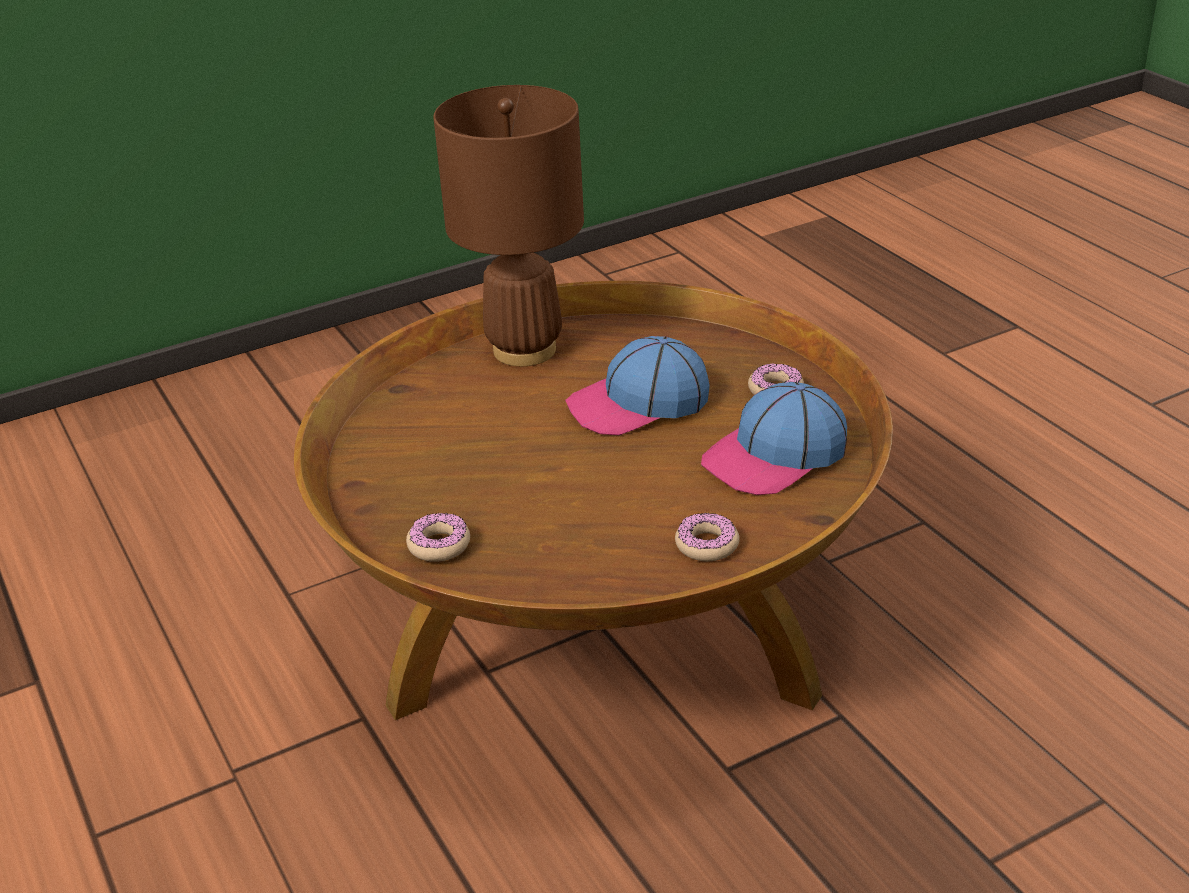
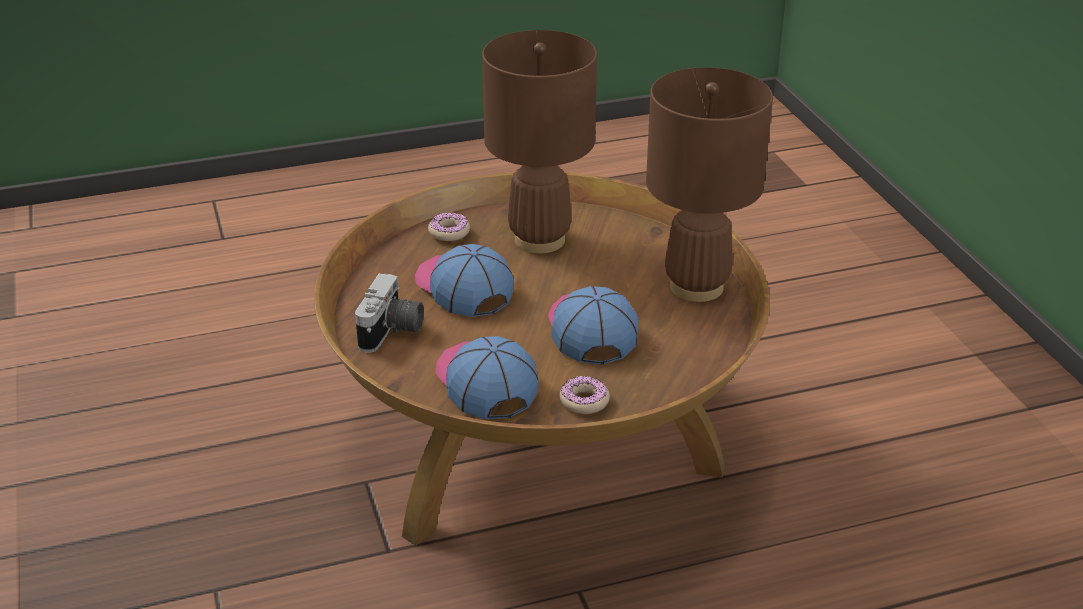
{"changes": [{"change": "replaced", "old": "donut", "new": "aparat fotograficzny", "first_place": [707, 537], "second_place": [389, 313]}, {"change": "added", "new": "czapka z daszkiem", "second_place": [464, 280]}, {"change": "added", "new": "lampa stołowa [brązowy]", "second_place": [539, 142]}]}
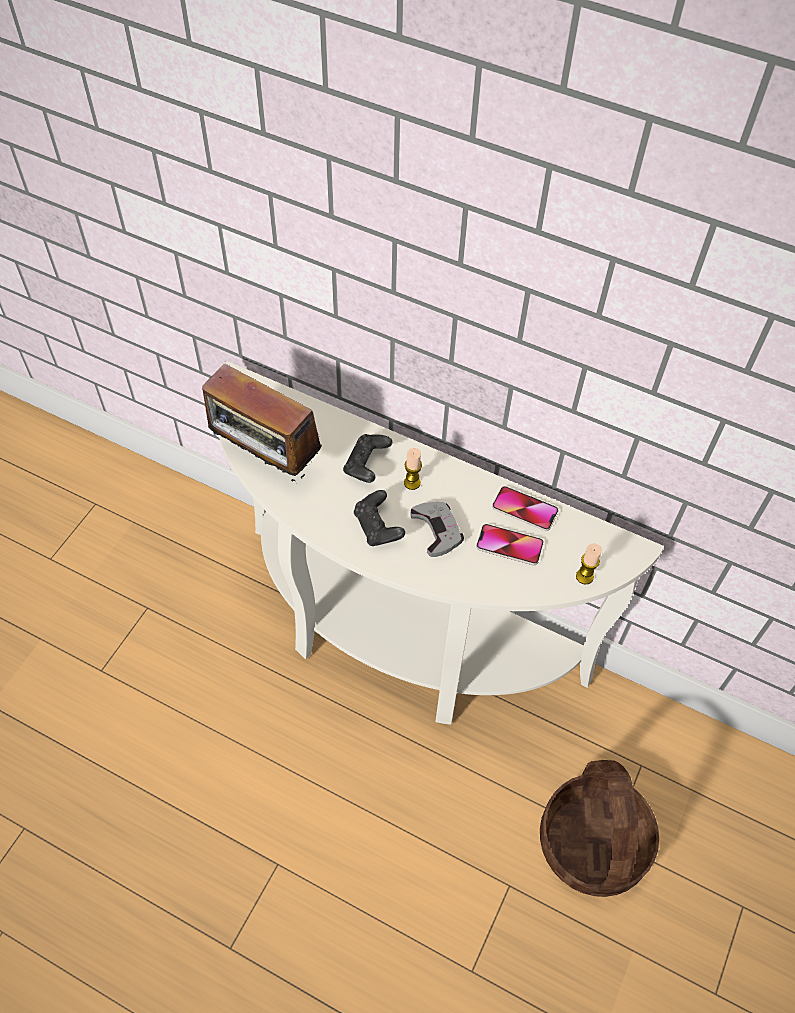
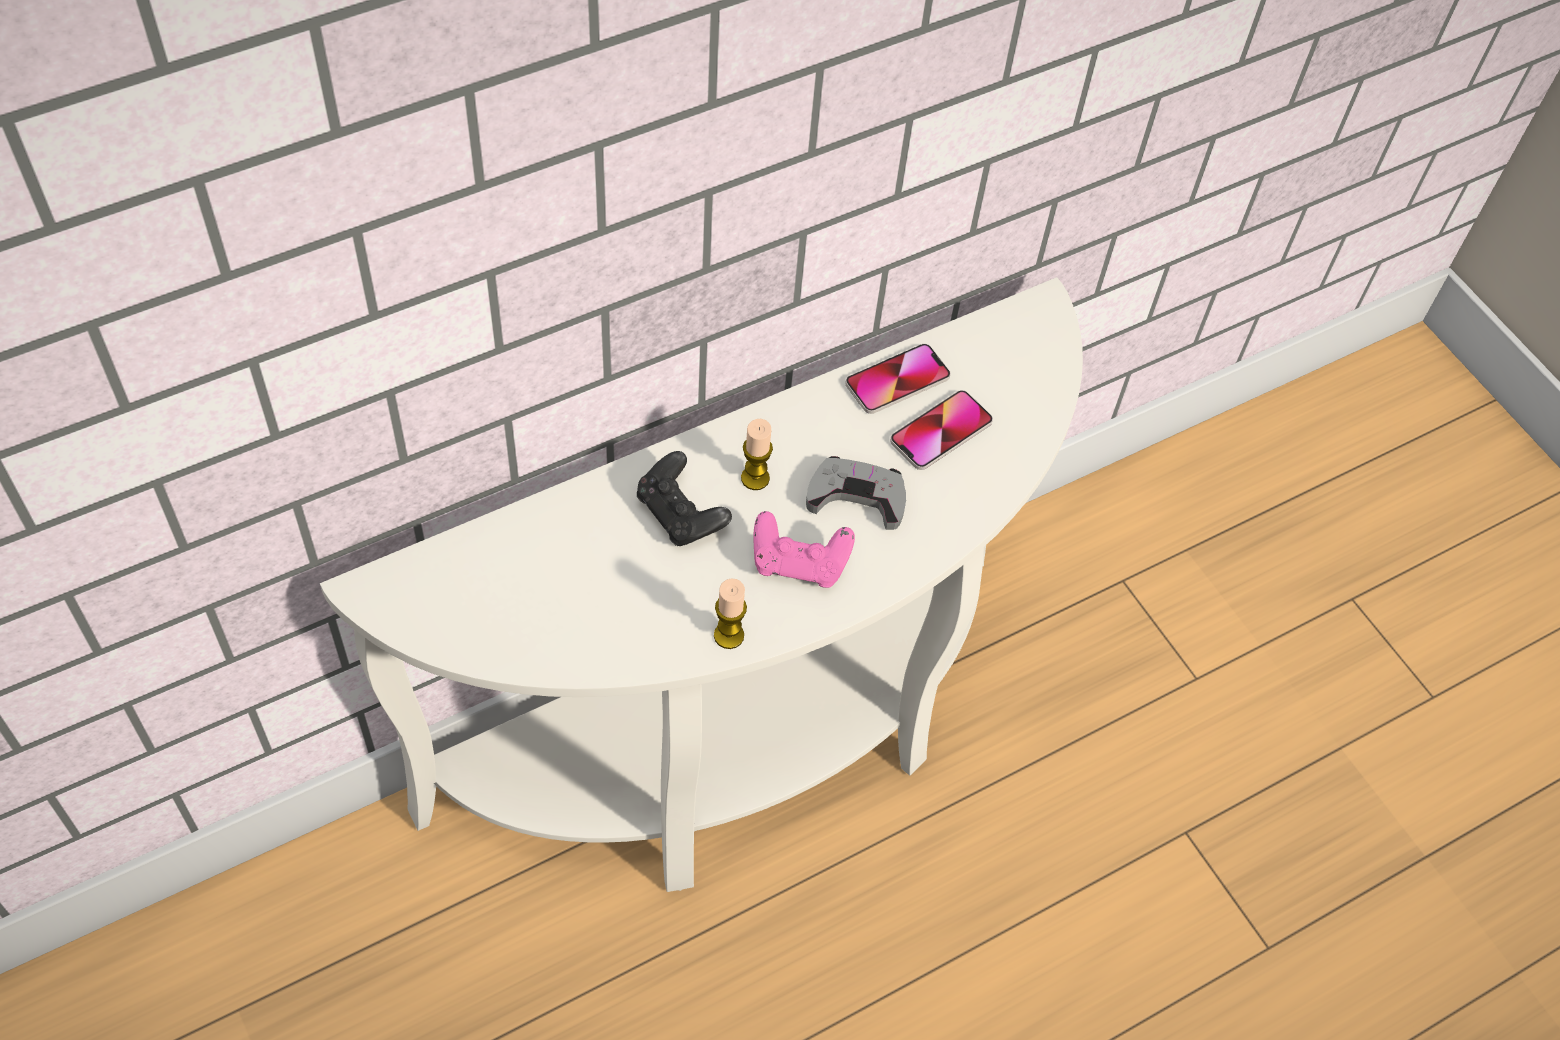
{"changes": [{"change": "moved", "old": "świeca", "first_place": [589, 563], "second_place": [730, 613]}, {"change": "recoloured", "old": "pad do gier [czarny]", "new": "pad do gier [różowy]", "first_place": [379, 518], "second_place": [804, 549]}, {"change": "removed", "old": "radio", "first_place": [262, 420]}, {"change": "removed", "old": "koszyk", "first_place": [599, 828]}]}
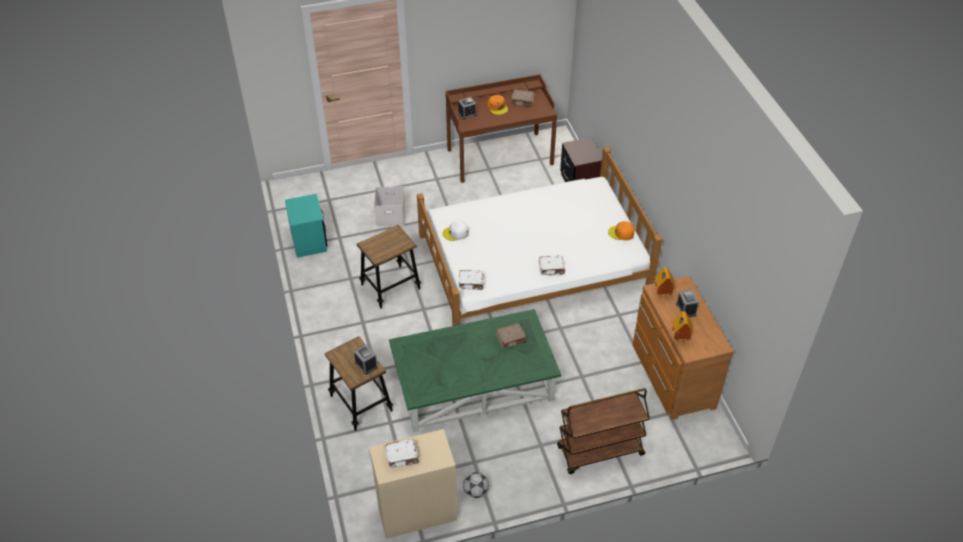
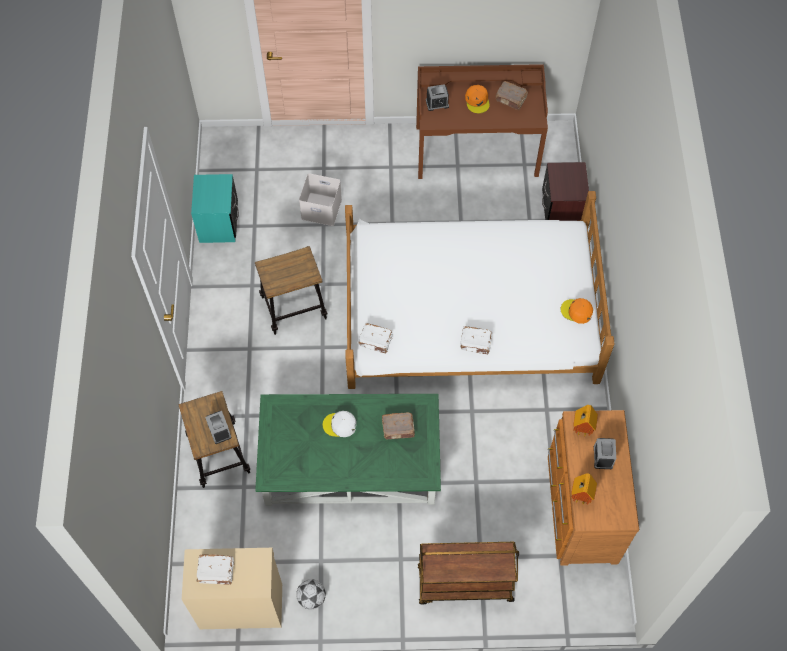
{"changes": [{"change": "moved", "old": "czapka z daszkiem [biały]", "first_place": [456, 231], "second_place": [339, 424]}]}
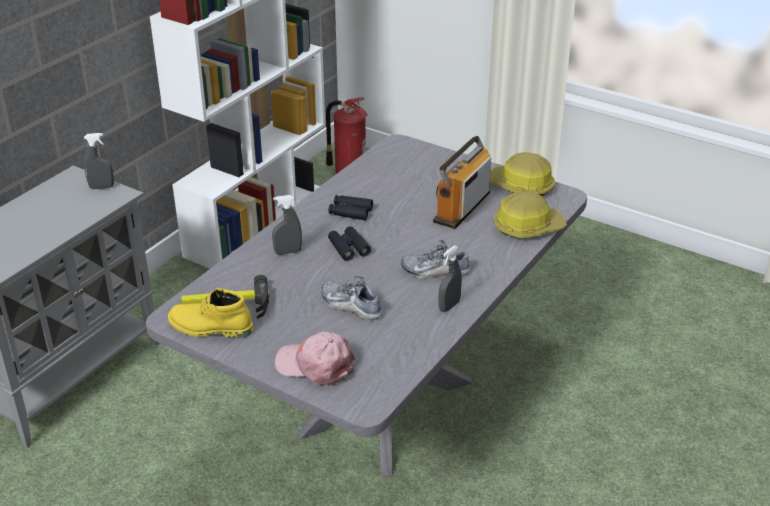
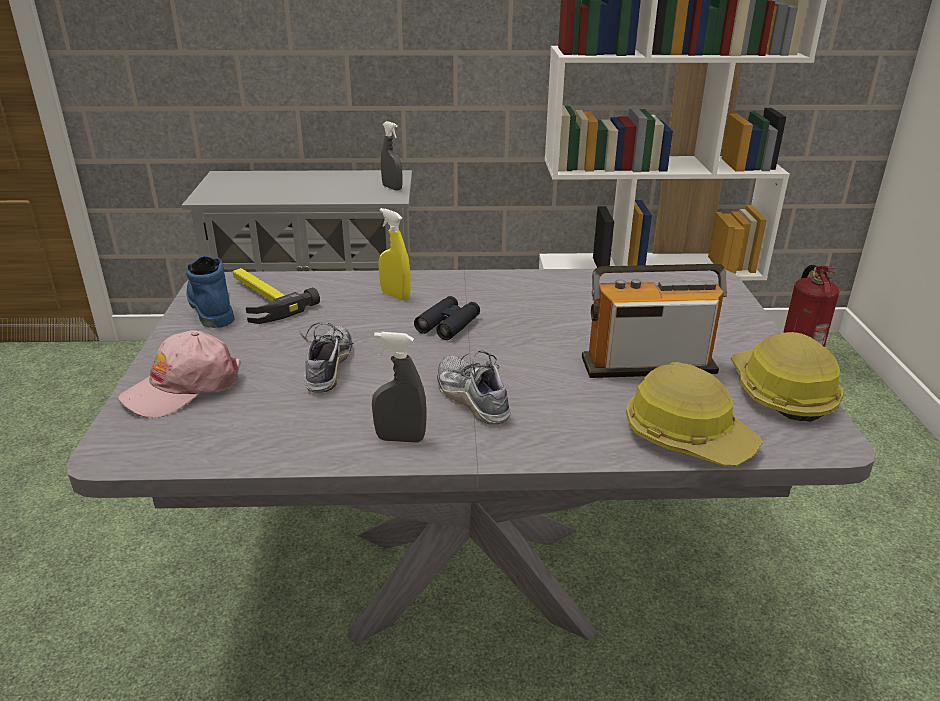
{"changes": [{"change": "turned", "old": "czapka z daszkiem [różowy]", "first_place": [315, 359], "second_place": [179, 374], "degrees": -120}, {"change": "recoloured", "old": "but z cholewką [żółty]", "new": "but z cholewką [niebieski]", "first_place": [210, 313], "second_place": [210, 292]}, {"change": "recoloured", "old": "spryskiwacz [szary]", "new": "spryskiwacz [żółty]", "first_place": [287, 225], "second_place": [395, 254]}, {"change": "removed", "old": "lornetka [czarny]", "first_place": [350, 207]}]}
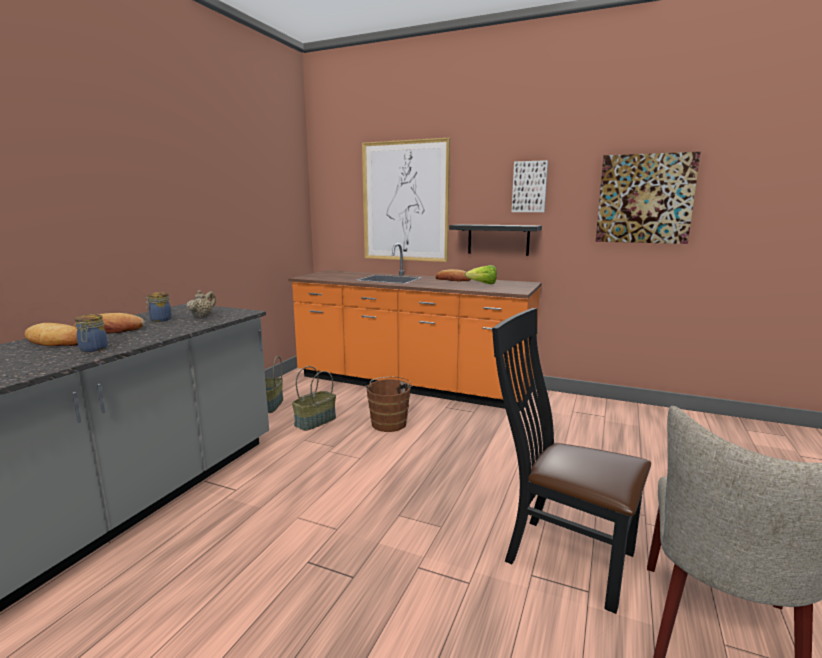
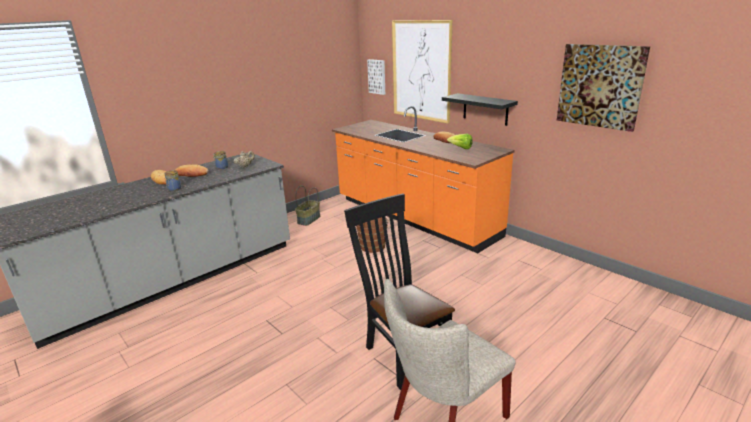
{"changes": [{"change": "moved", "old": "obraz", "first_place": [530, 186], "second_place": [376, 77]}, {"change": "removed", "old": "koszyk", "first_place": [314, 398]}]}
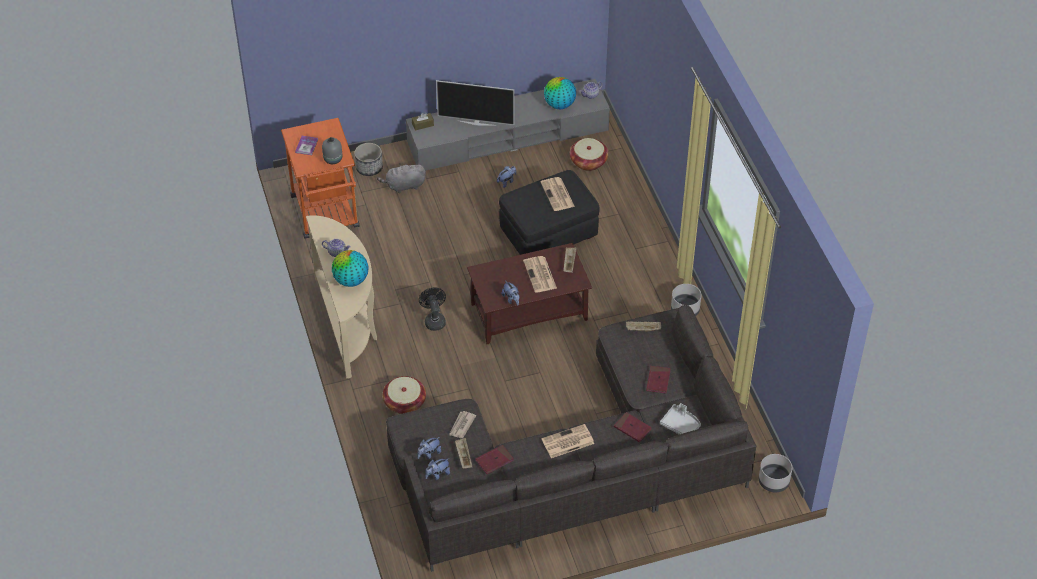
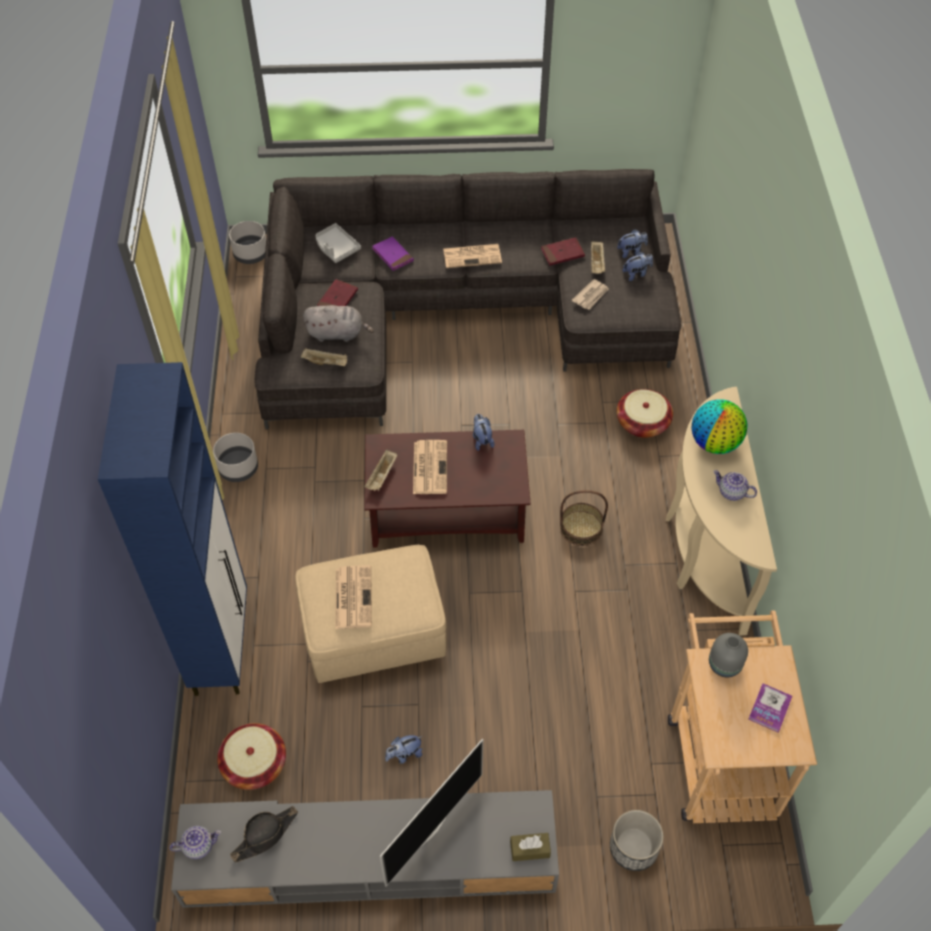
{"changes": [{"change": "added", "new": "szafka [niebieski]", "second_place": [172, 529]}, {"change": "replaced", "old": "globus", "new": "kapelusz [czarny]", "first_place": [560, 93], "second_place": [264, 834]}, {"change": "recoloured", "old": "pufa [czarny]", "new": "pufa [beżowy]", "first_place": [549, 212], "second_place": [371, 614]}, {"change": "moved", "old": "pluszak [szary]", "first_place": [401, 178], "second_place": [338, 323]}, {"change": "recoloured", "old": "książka [czerwony]", "new": "książka [fioletowy]", "first_place": [633, 427], "second_place": [393, 254]}, {"change": "turned", "old": "telewizor", "first_place": [475, 103], "second_place": [431, 812], "degrees": 105}, {"change": "replaced", "old": "wentylator [czarny]", "new": "koszyk", "first_place": [432, 309], "second_place": [584, 518]}, {"change": "recoloured", "old": "wózek [pomarańczowy]", "new": "wózek [beżowy]", "first_place": [320, 178], "second_place": [742, 716]}]}
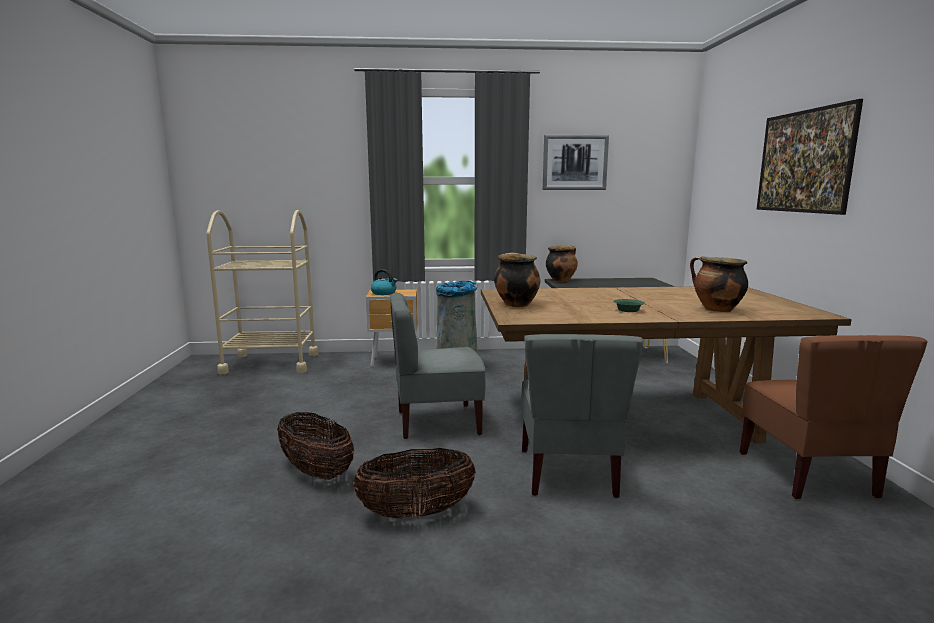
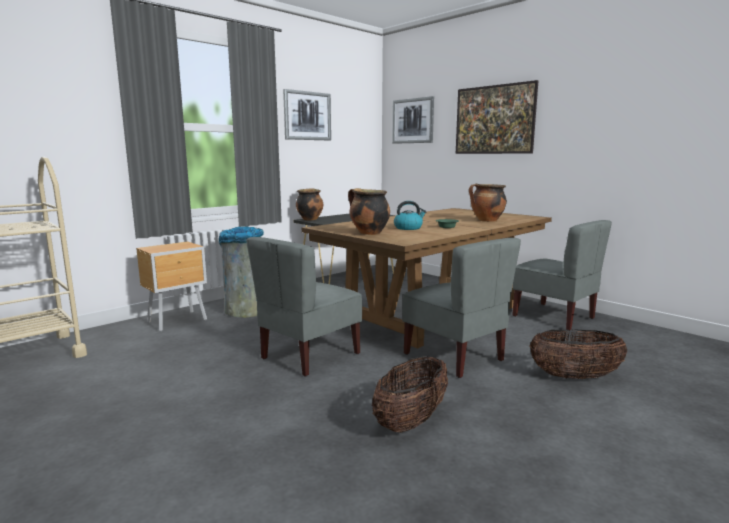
{"changes": [{"change": "added", "new": "obraz", "second_place": [413, 120]}, {"change": "moved", "old": "czajnik", "first_place": [384, 282], "second_place": [410, 215]}, {"change": "recoloured", "old": "krzesło [brązowy]", "new": "krzesło [szary]", "first_place": [834, 417], "second_place": [562, 275]}, {"change": "moved", "old": "koszyk", "first_place": [315, 446], "second_place": [578, 354]}]}
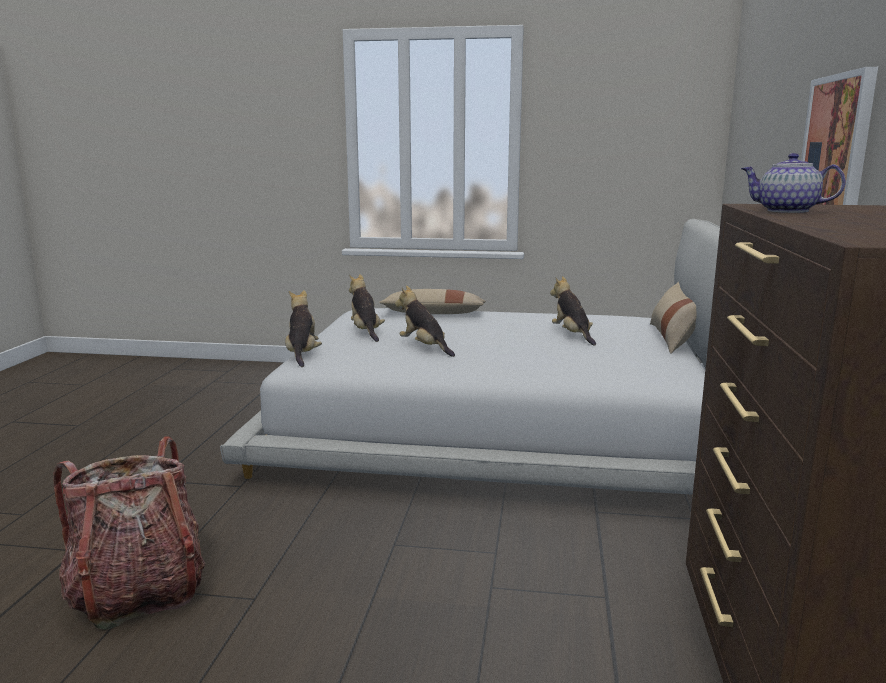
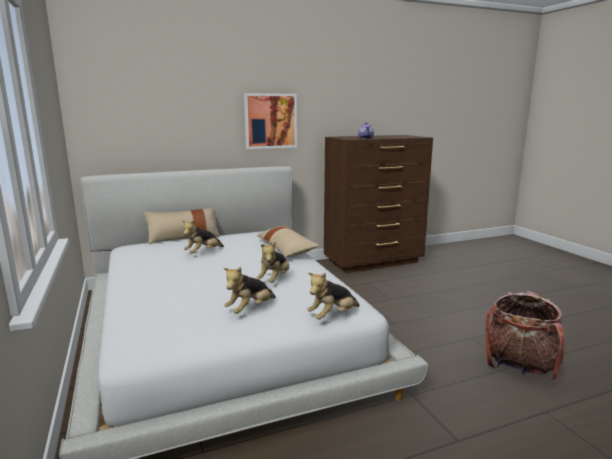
{"changes": [{"change": "moved", "old": "poduszka [beżowy]", "first_place": [432, 301], "second_place": [288, 241]}]}
